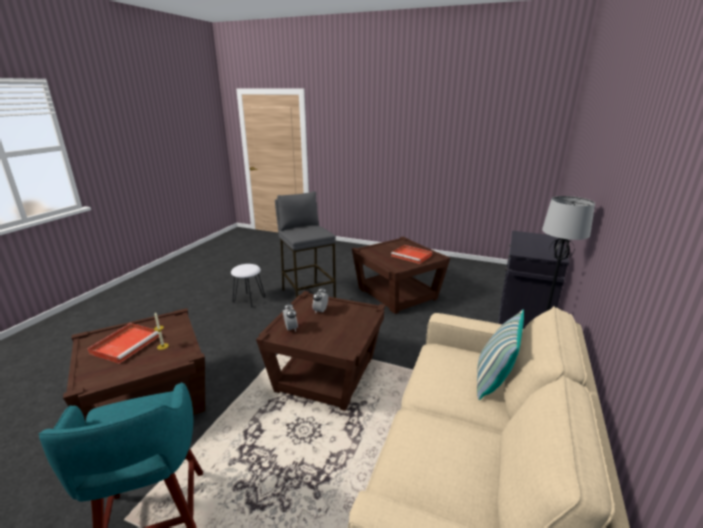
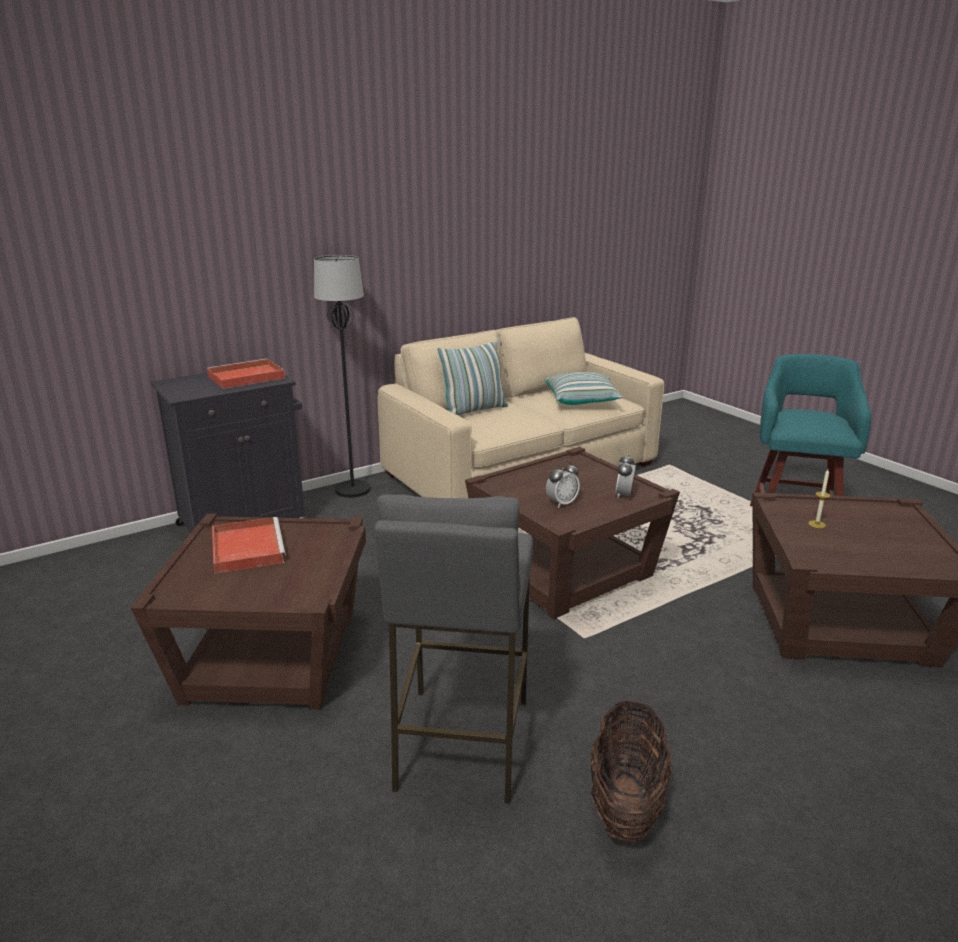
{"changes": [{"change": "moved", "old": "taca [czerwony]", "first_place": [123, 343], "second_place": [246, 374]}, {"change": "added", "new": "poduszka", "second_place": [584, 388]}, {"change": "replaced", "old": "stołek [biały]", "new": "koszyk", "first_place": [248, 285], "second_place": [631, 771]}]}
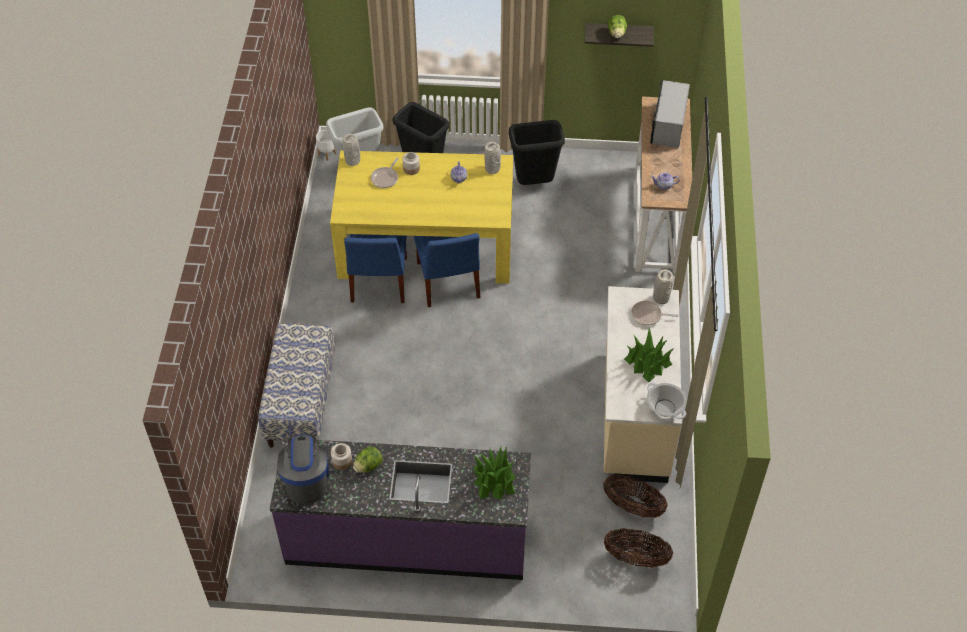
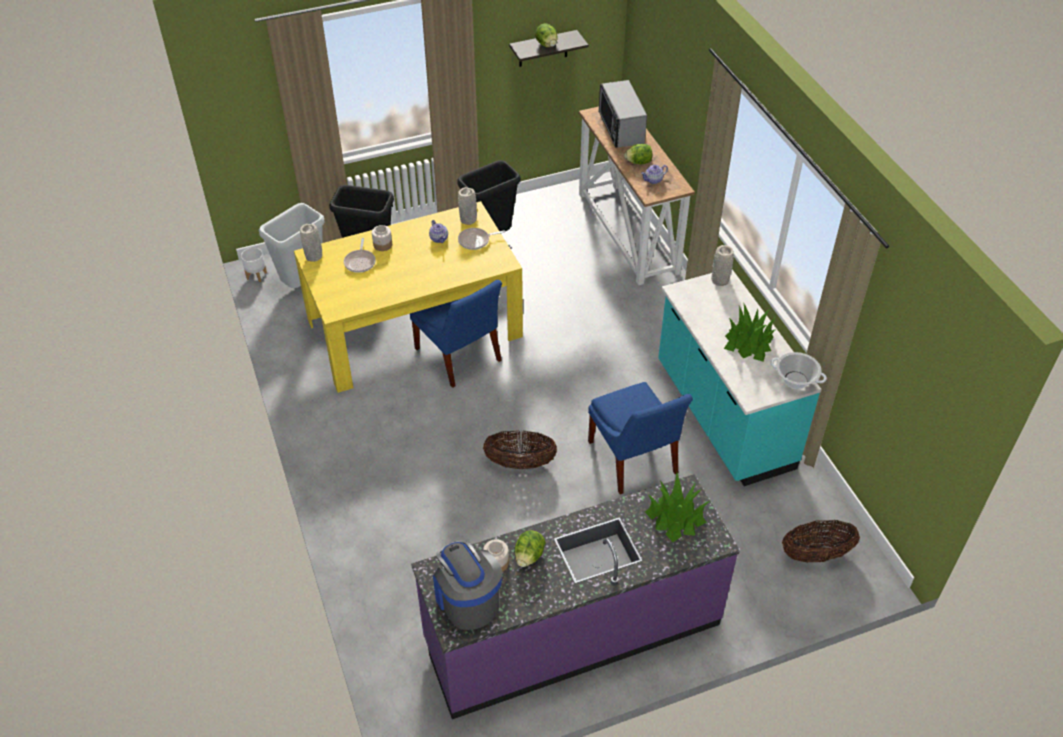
{"changes": [{"change": "moved", "old": "patelnia", "first_place": [655, 313], "second_place": [481, 239]}, {"change": "moved", "old": "koszyk", "first_place": [635, 496], "second_place": [520, 449]}, {"change": "moved", "old": "krzesło [niebieski]", "first_place": [375, 268], "second_place": [640, 438]}, {"change": "added", "new": "sałata", "second_place": [639, 154]}, {"change": "recoloured", "old": "zabudowa kuchenna [beżowy]", "new": "zabudowa kuchenna [turkusowy]", "first_place": [643, 384], "second_place": [740, 377]}, {"change": "removed", "old": "ławka", "first_place": [296, 385]}]}
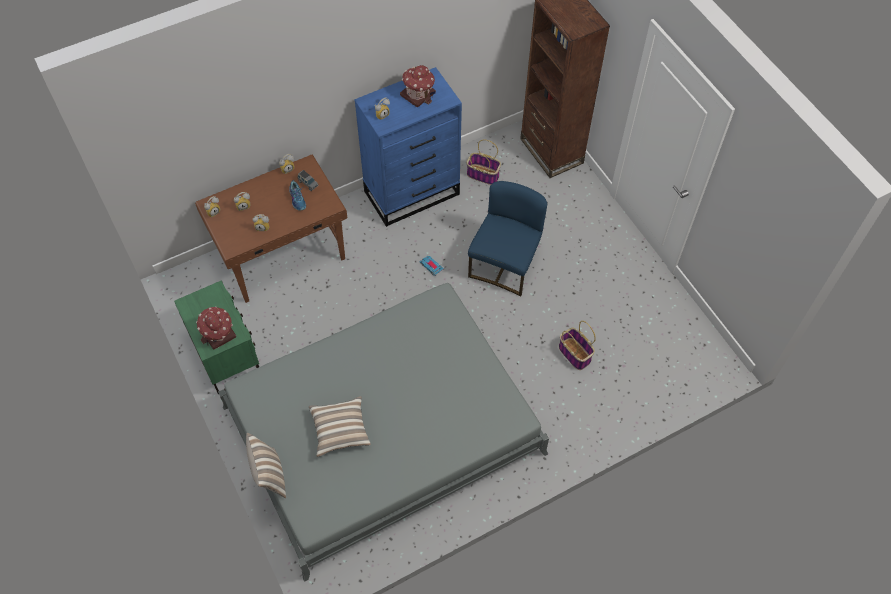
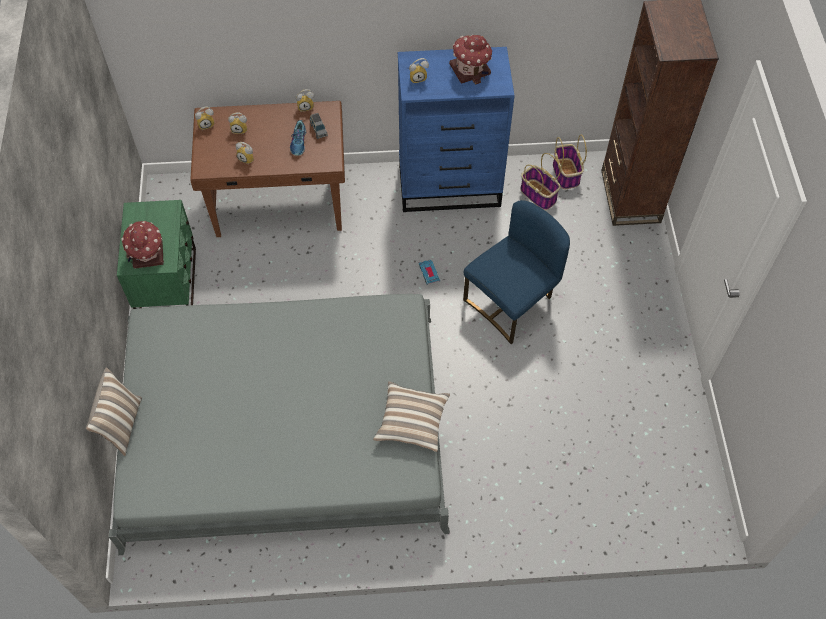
{"changes": [{"change": "moved", "old": "poduszka", "first_place": [340, 426], "second_place": [411, 416]}, {"change": "moved", "old": "koszyk", "first_place": [577, 345], "second_place": [570, 161]}]}
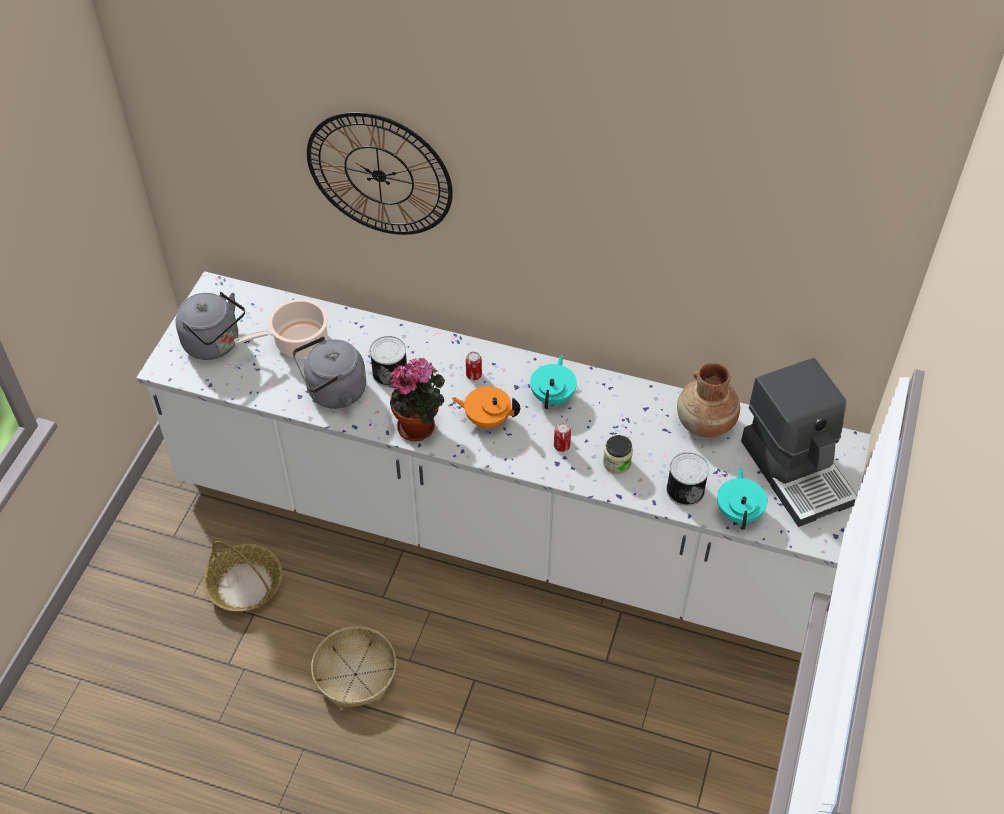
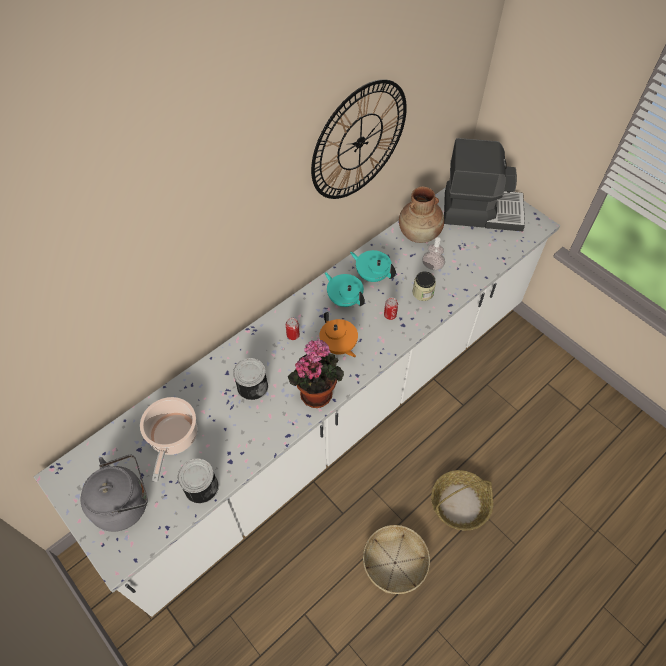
{"changes": [{"change": "moved", "old": "puszka", "first_place": [687, 479], "second_place": [198, 481]}, {"change": "moved", "old": "zegar ścienny", "first_place": [380, 173], "second_place": [359, 139]}, {"change": "turned", "old": "imbryk [pomarańczowy]", "first_place": [486, 407], "second_place": [338, 334], "degrees": -75}, {"change": "moved", "old": "imbryk [turkusowy]", "first_place": [742, 498], "second_place": [373, 266]}, {"change": "added", "new": "dozownik mydła", "second_place": [433, 253]}, {"change": "moved", "old": "koszyk", "first_place": [242, 576], "second_place": [462, 500]}, {"change": "removed", "old": "czajnik [szary]", "first_place": [329, 373]}]}
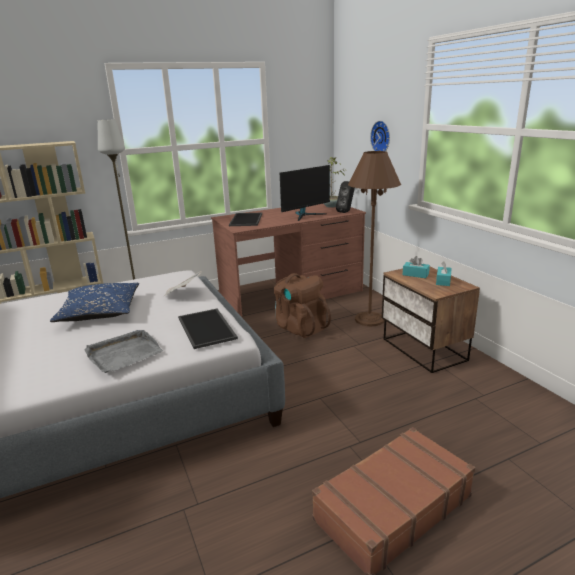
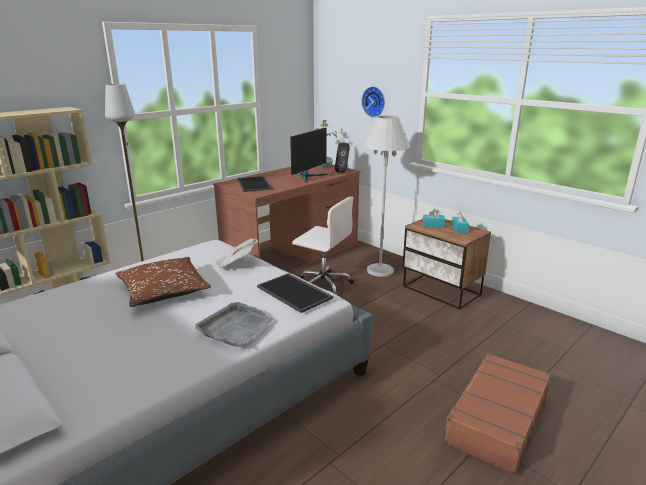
{"changes": [{"change": "recoloured", "old": "poduszka [niebieski]", "new": "poduszka [brązowy]", "first_place": [94, 302], "second_place": [163, 282]}, {"change": "replaced", "old": "plecak [brązowy]", "new": "krzesło biurowe [biały]", "first_place": [302, 305], "second_place": [323, 245]}, {"change": "recoloured", "old": "lampa stojąca [brązowy]", "new": "lampa stojąca [biały]", "first_place": [374, 238], "second_place": [386, 196]}]}
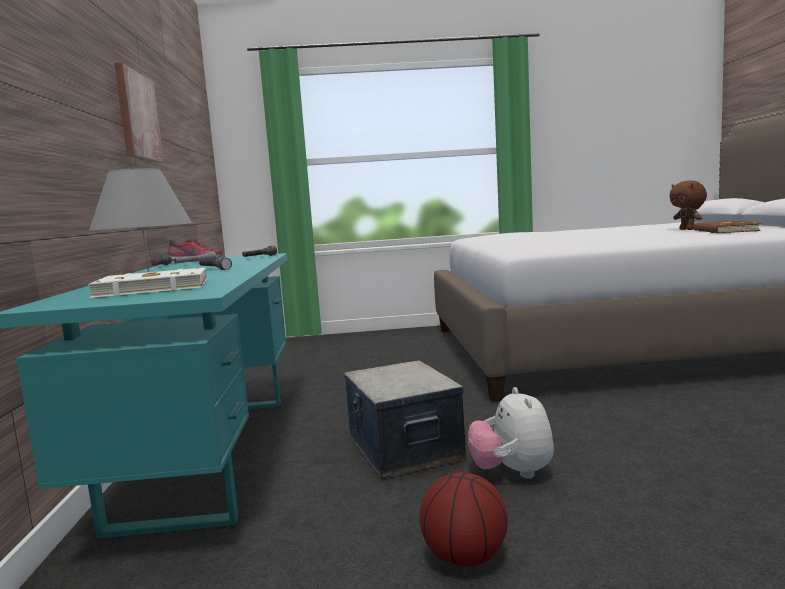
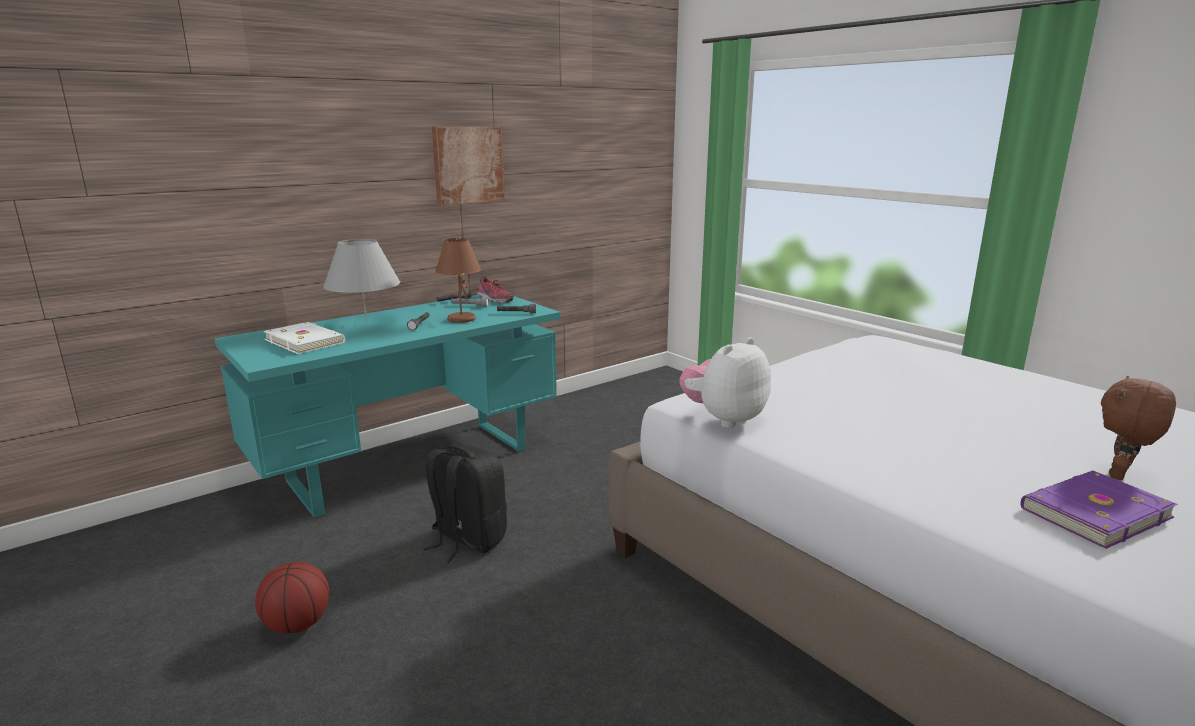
{"changes": [{"change": "replaced", "old": "pojemnik do przechowywania", "new": "plecak [czarny]", "first_place": [405, 420], "second_place": [465, 504]}, {"change": "added", "new": "lampa stołowa [brązowy]", "second_place": [458, 280]}, {"change": "moved", "old": "pluszak", "first_place": [510, 432], "second_place": [725, 382]}, {"change": "recoloured", "old": "książka [brązowy]", "new": "książka [fioletowy]", "first_place": [727, 226], "second_place": [1099, 510]}]}
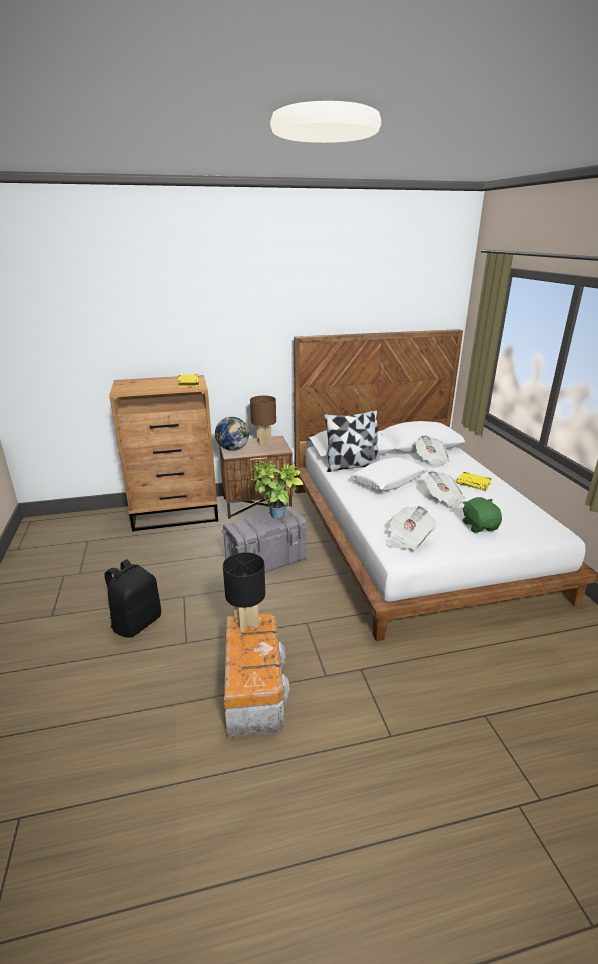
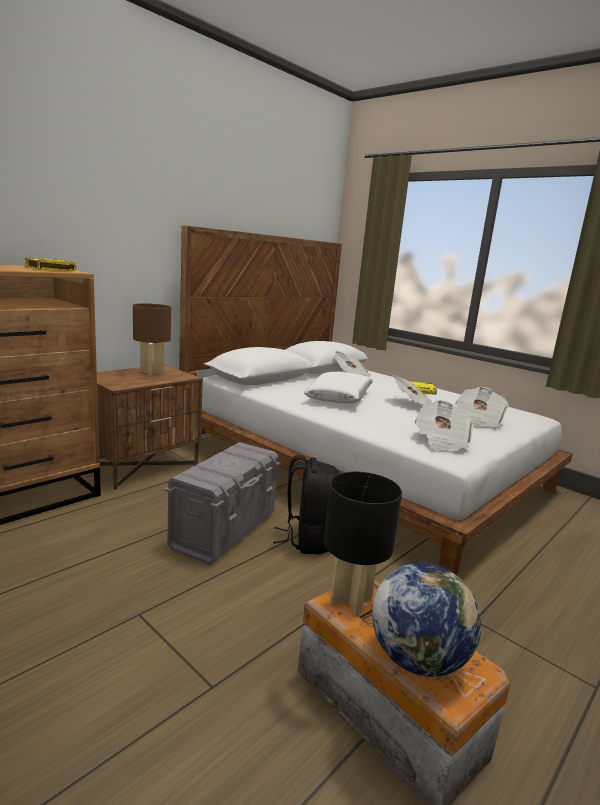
{"changes": [{"change": "moved", "old": "plecak [czarny]", "first_place": [133, 598], "second_place": [306, 504]}, {"change": "moved", "old": "globus", "first_place": [232, 434], "second_place": [426, 619]}, {"change": "replaced", "old": "pluszak [zielony]", "new": "gazeta", "first_place": [482, 515], "second_place": [482, 407]}, {"change": "removed", "old": "roślina doniczkowa", "first_place": [276, 490]}, {"change": "removed", "old": "poduszka", "first_place": [352, 441]}]}
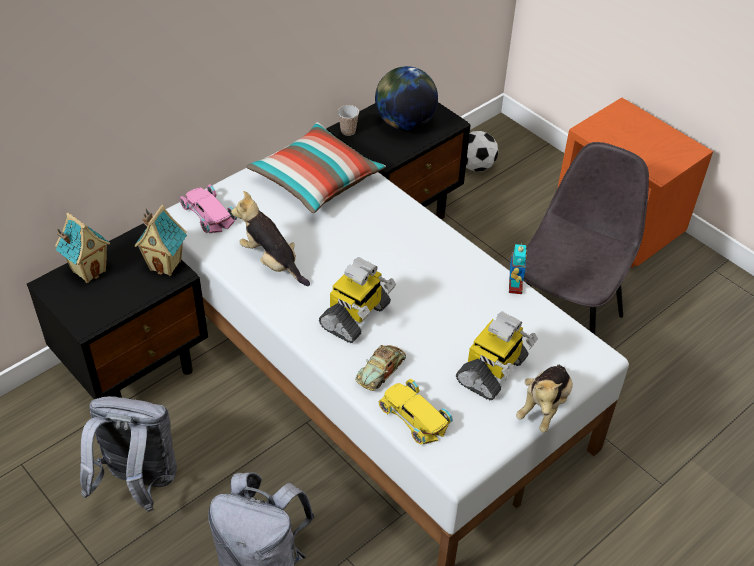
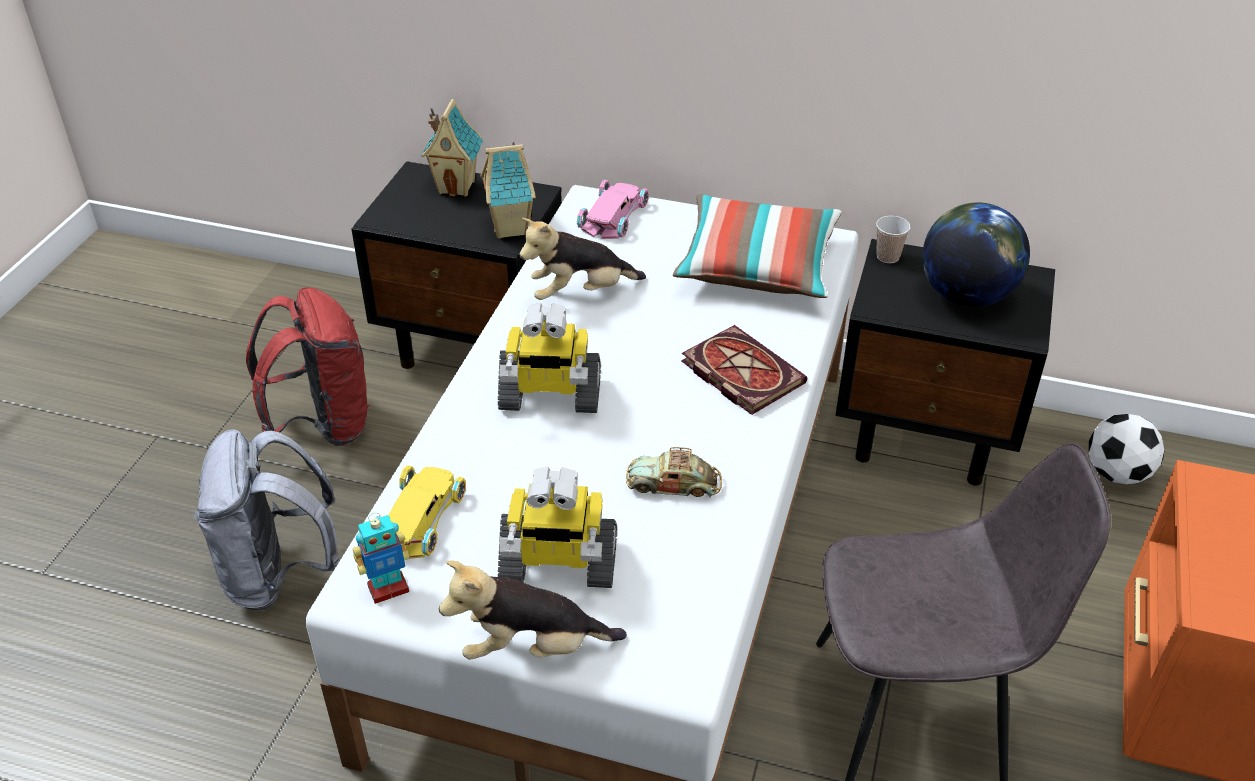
{"changes": [{"change": "recoloured", "old": "plecak [szary]", "new": "plecak [czerwony]", "first_place": [128, 454], "second_place": [308, 366]}, {"change": "moved", "old": "robot zabawkowy", "first_place": [518, 268], "second_place": [381, 558]}, {"change": "turned", "old": "pluszak", "first_place": [270, 238], "second_place": [582, 259], "degrees": -120}, {"change": "moved", "old": "samochodzik", "first_place": [380, 368], "second_place": [674, 472]}, {"change": "added", "new": "książka", "second_place": [744, 370]}]}
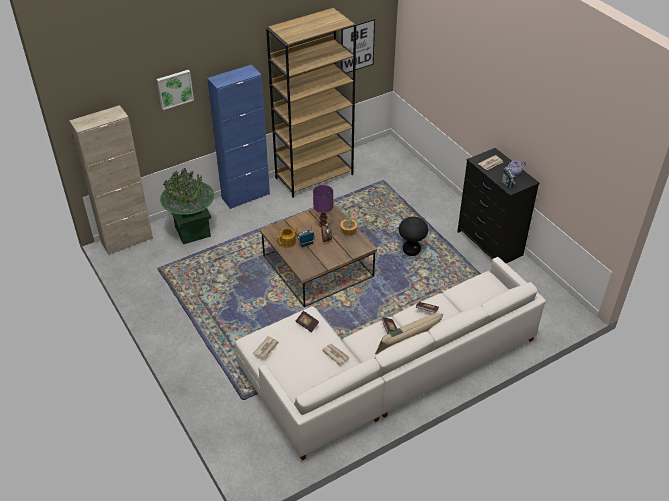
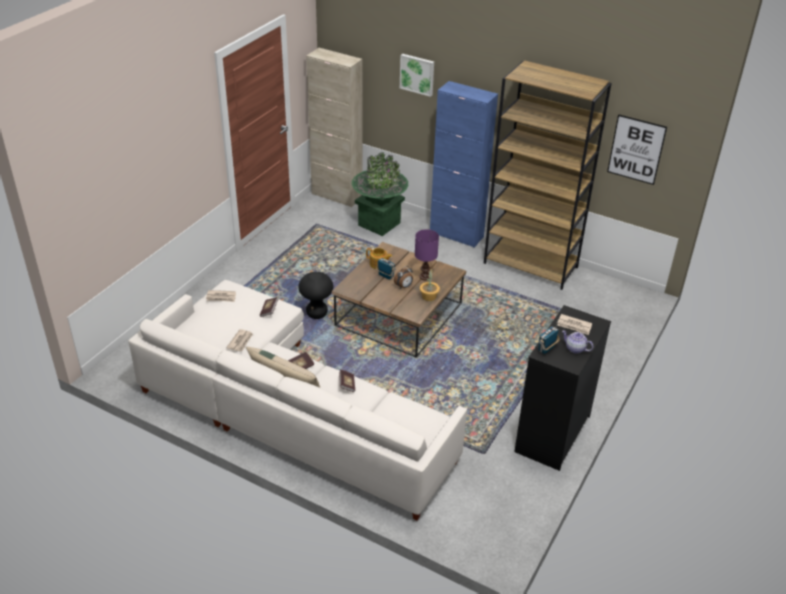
{"changes": [{"change": "moved", "old": "stołek [czarny]", "first_place": [413, 236], "second_place": [315, 295]}]}
